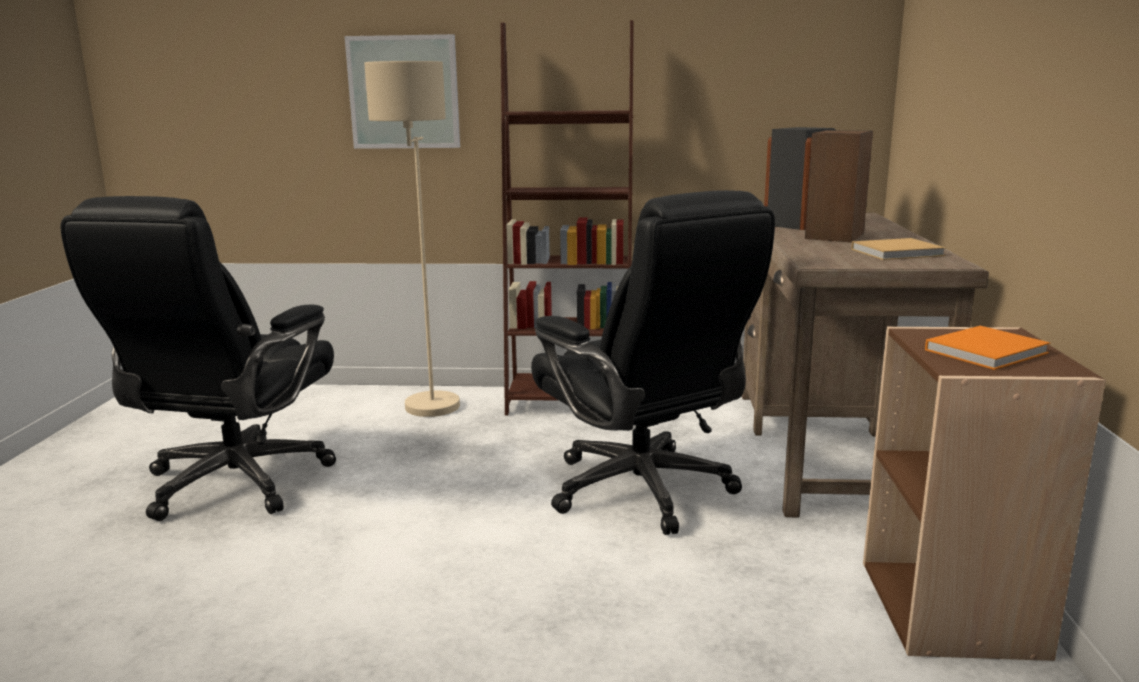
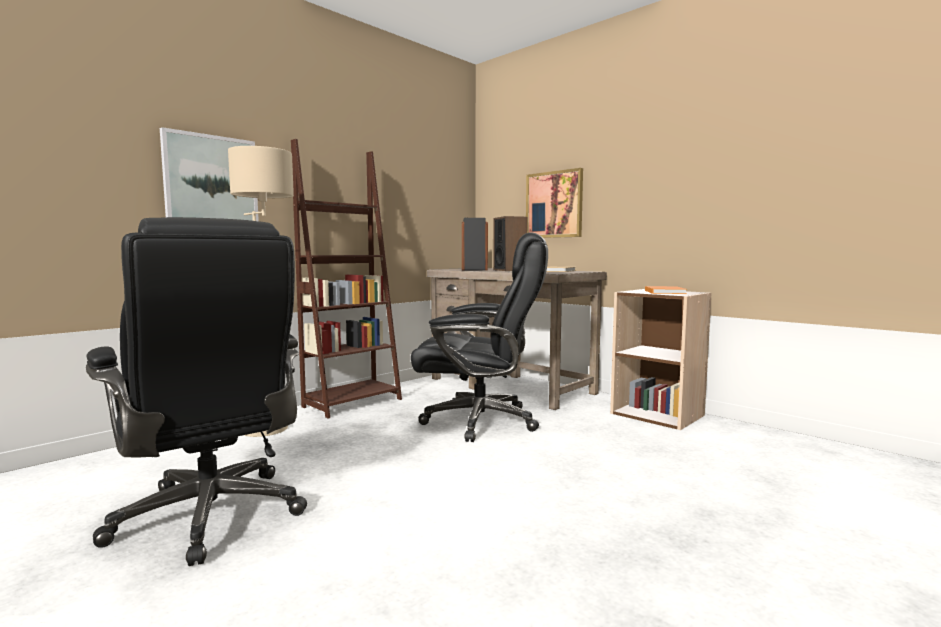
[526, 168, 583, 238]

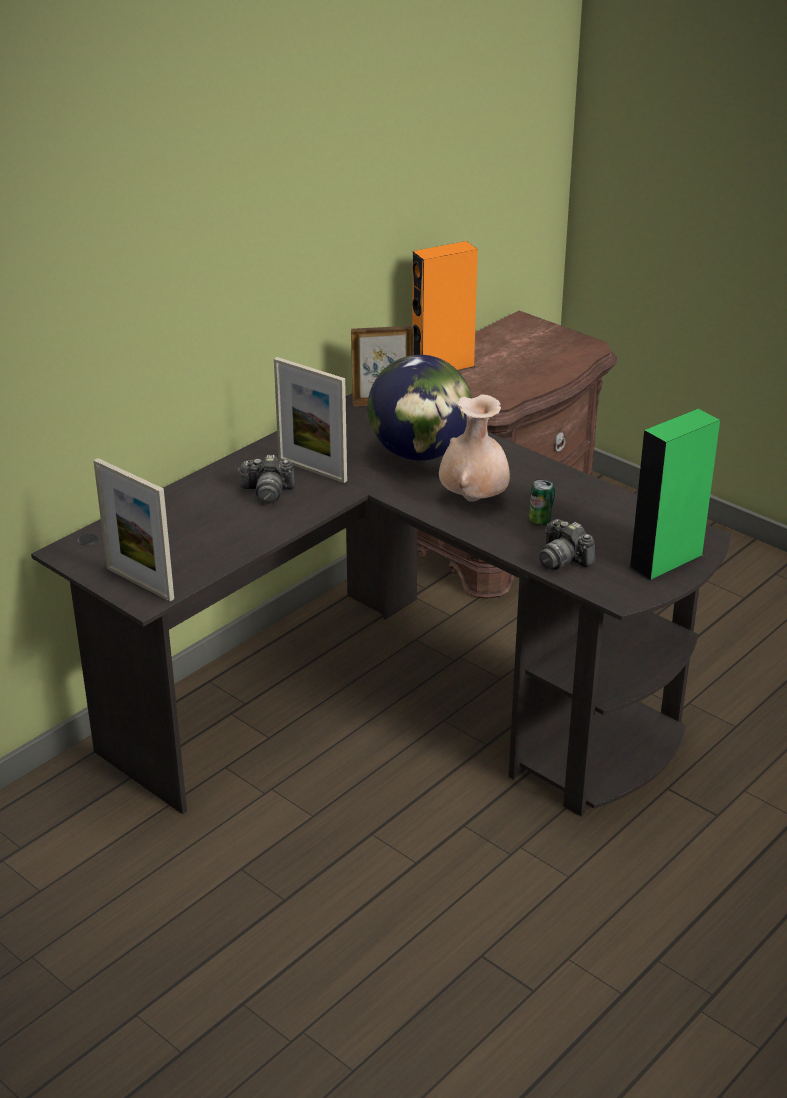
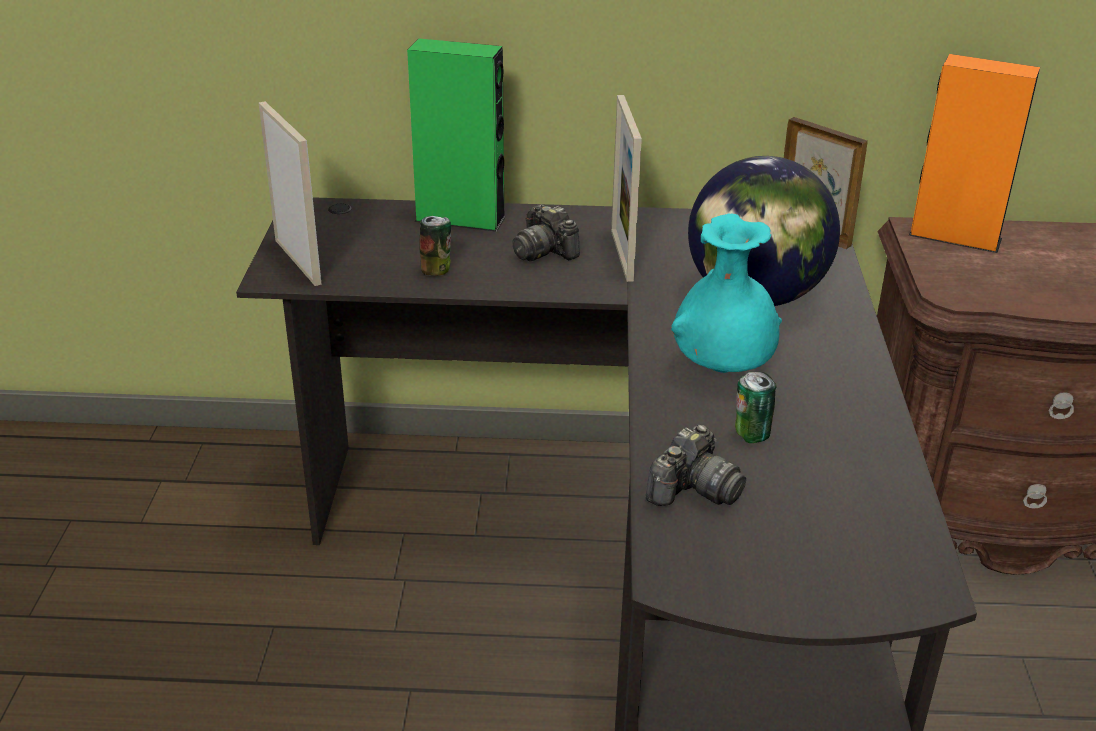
[420, 216, 451, 276]
[407, 39, 506, 232]
[671, 214, 782, 373]
[259, 101, 322, 286]
[646, 424, 746, 506]

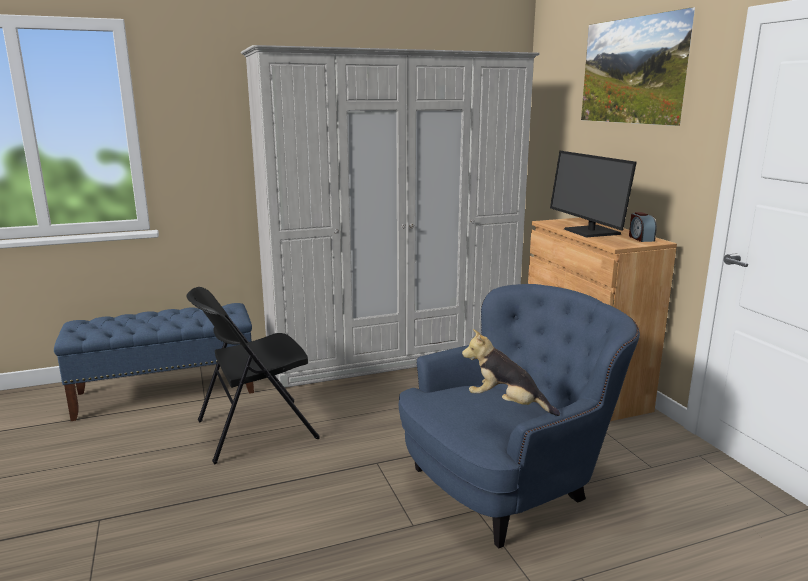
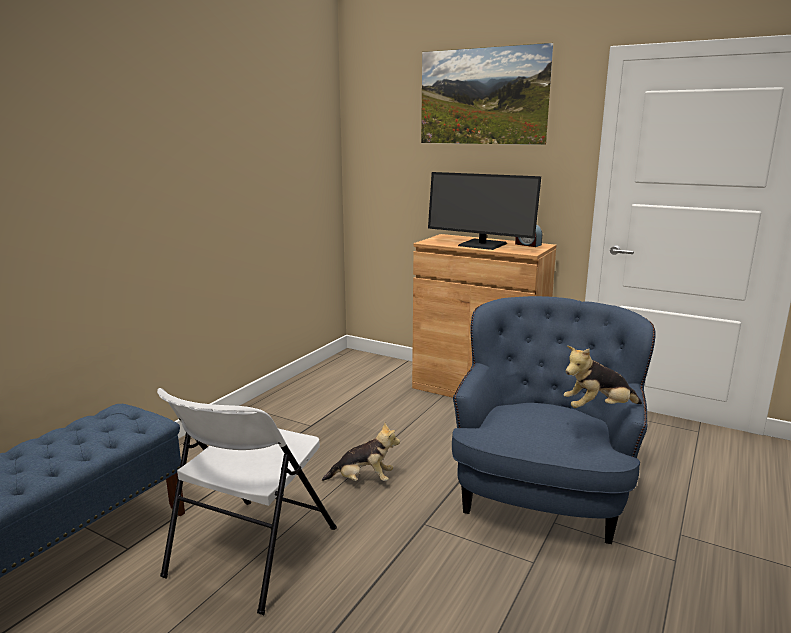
[241, 45, 540, 388] (first image)
[322, 422, 400, 481]
[157, 388, 337, 615]

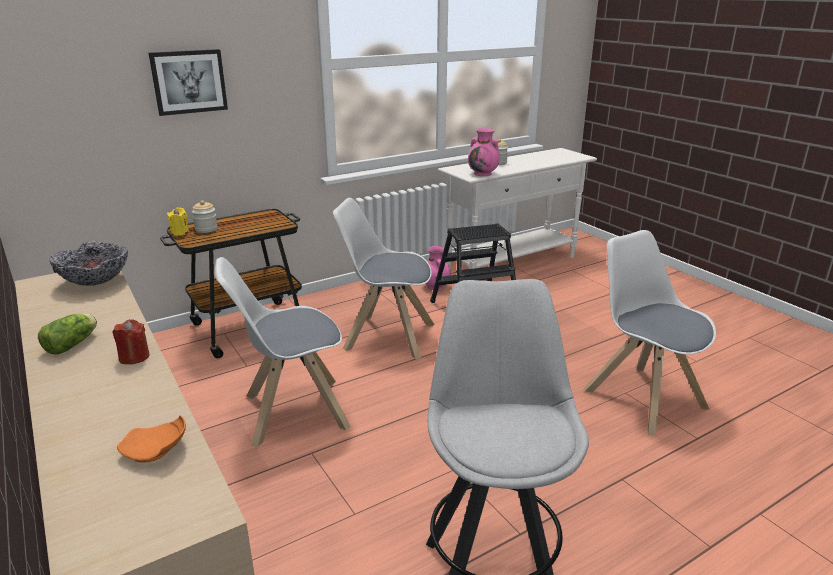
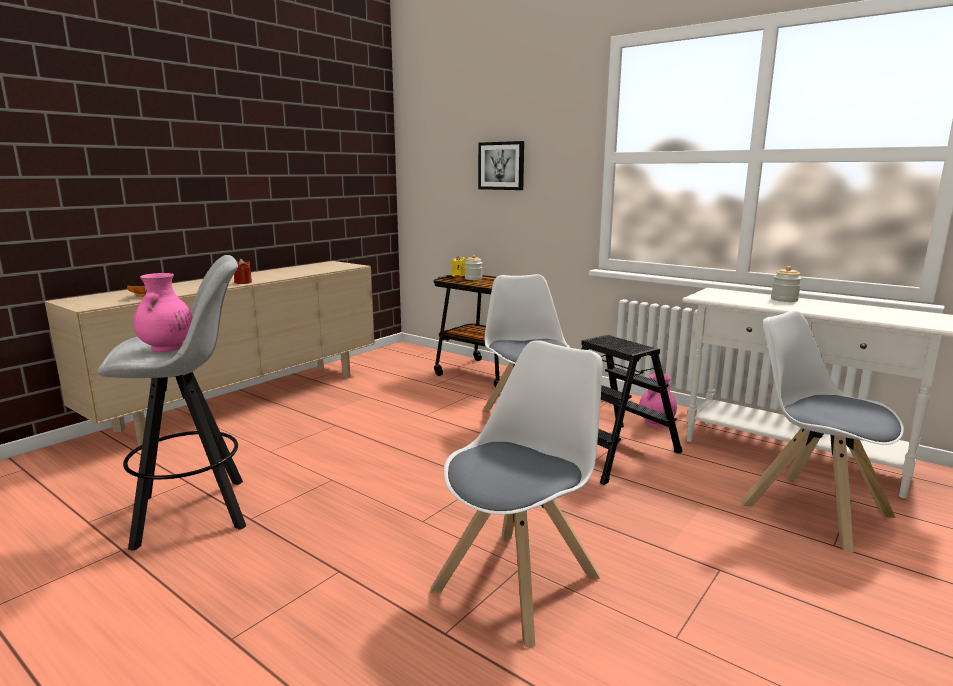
[38, 314, 97, 354] (first image)
[49, 241, 128, 286] (first image)
[740, 311, 904, 552]
[133, 273, 193, 352]

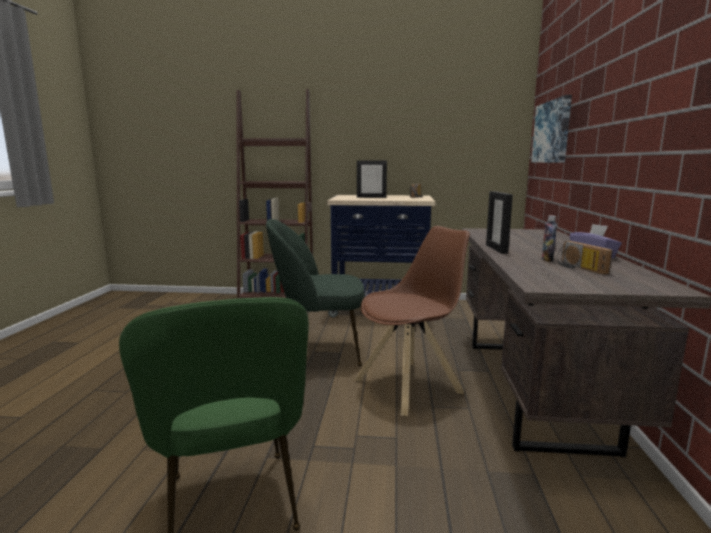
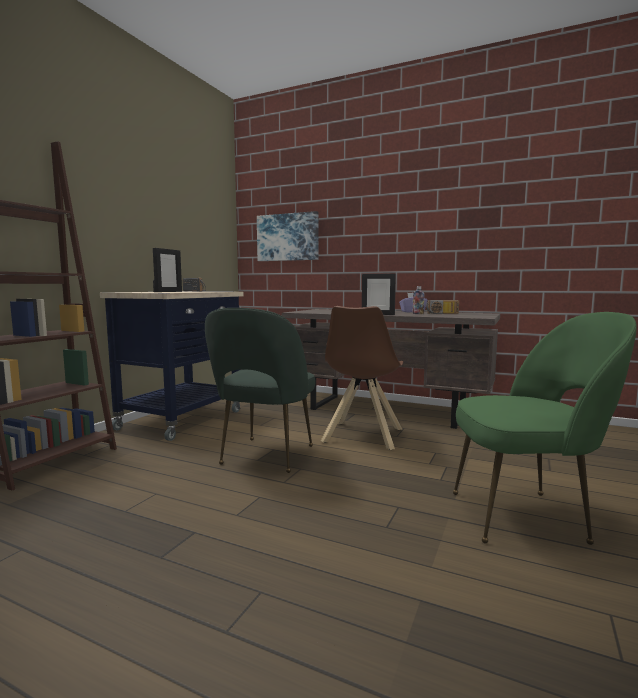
[321, 306, 403, 450]

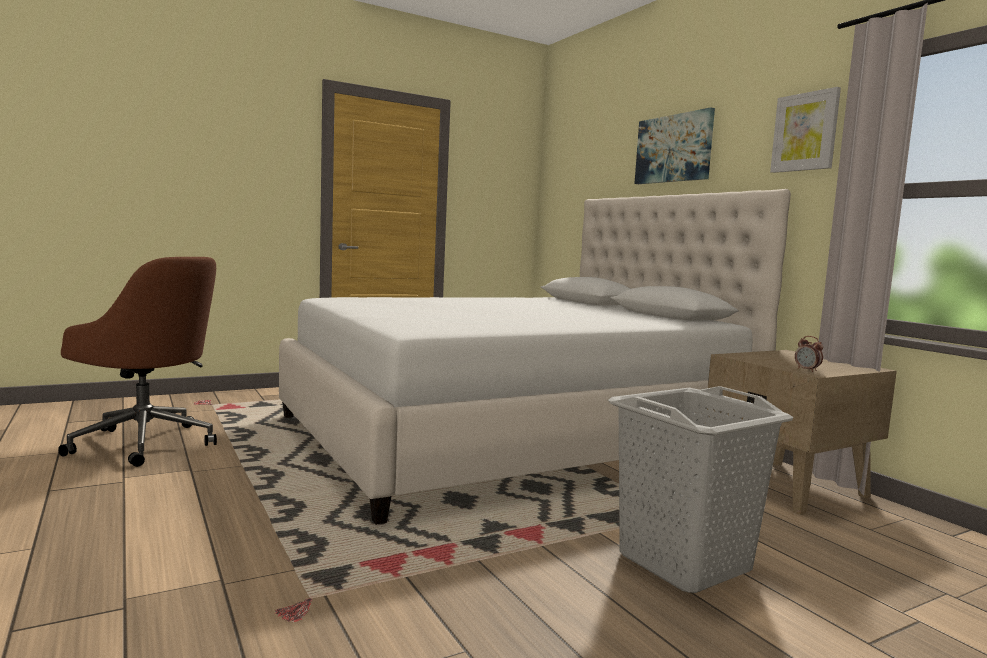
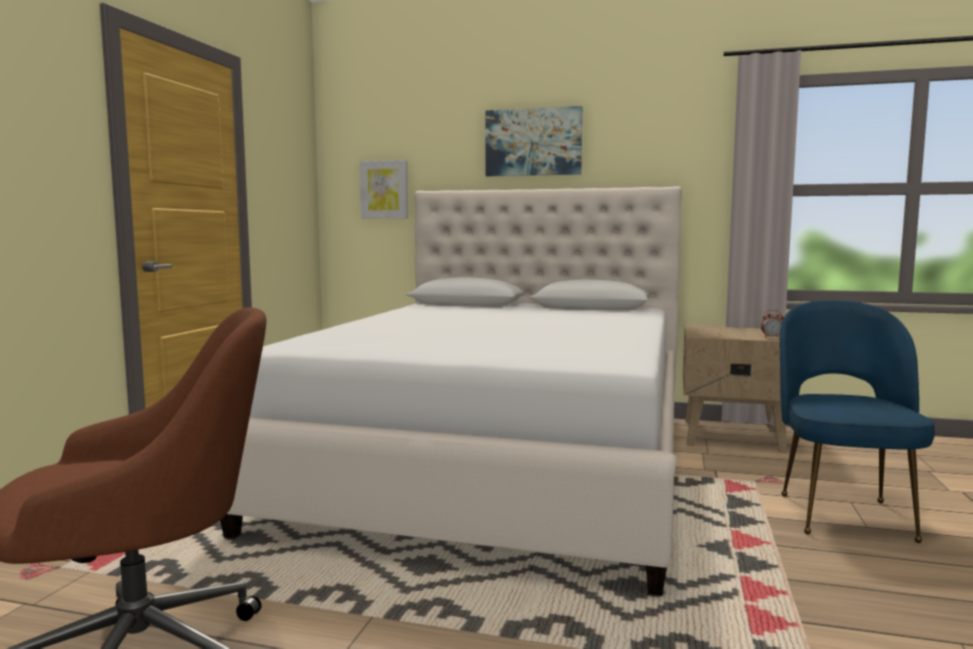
[360, 160, 408, 219]
[779, 300, 935, 543]

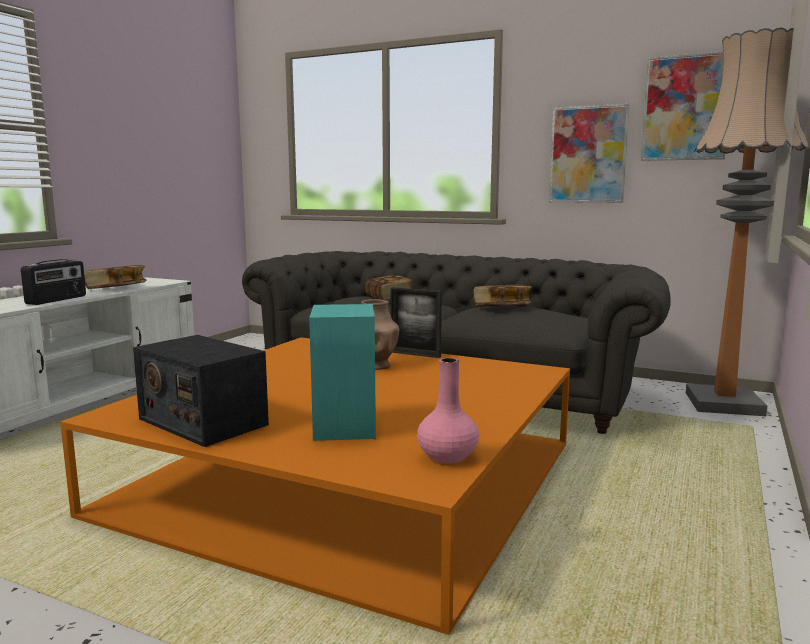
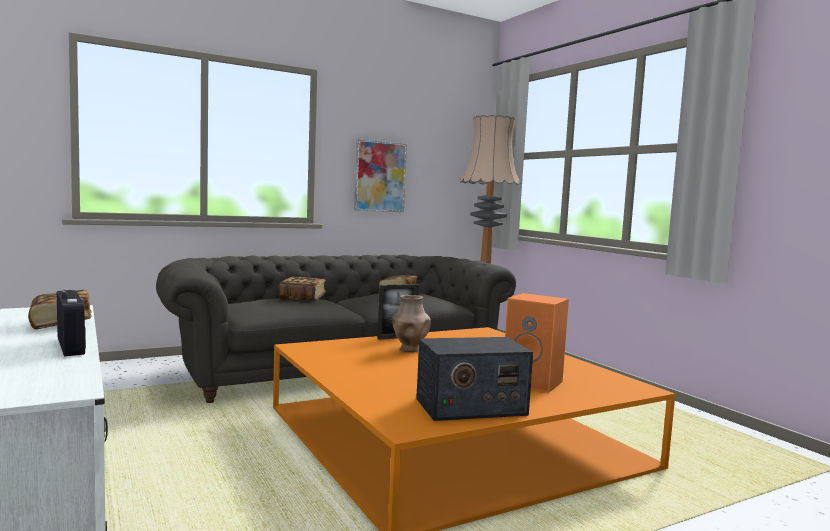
[417, 358, 479, 464] (first image)
[641, 52, 725, 161] (first image)
[505, 293, 569, 393]

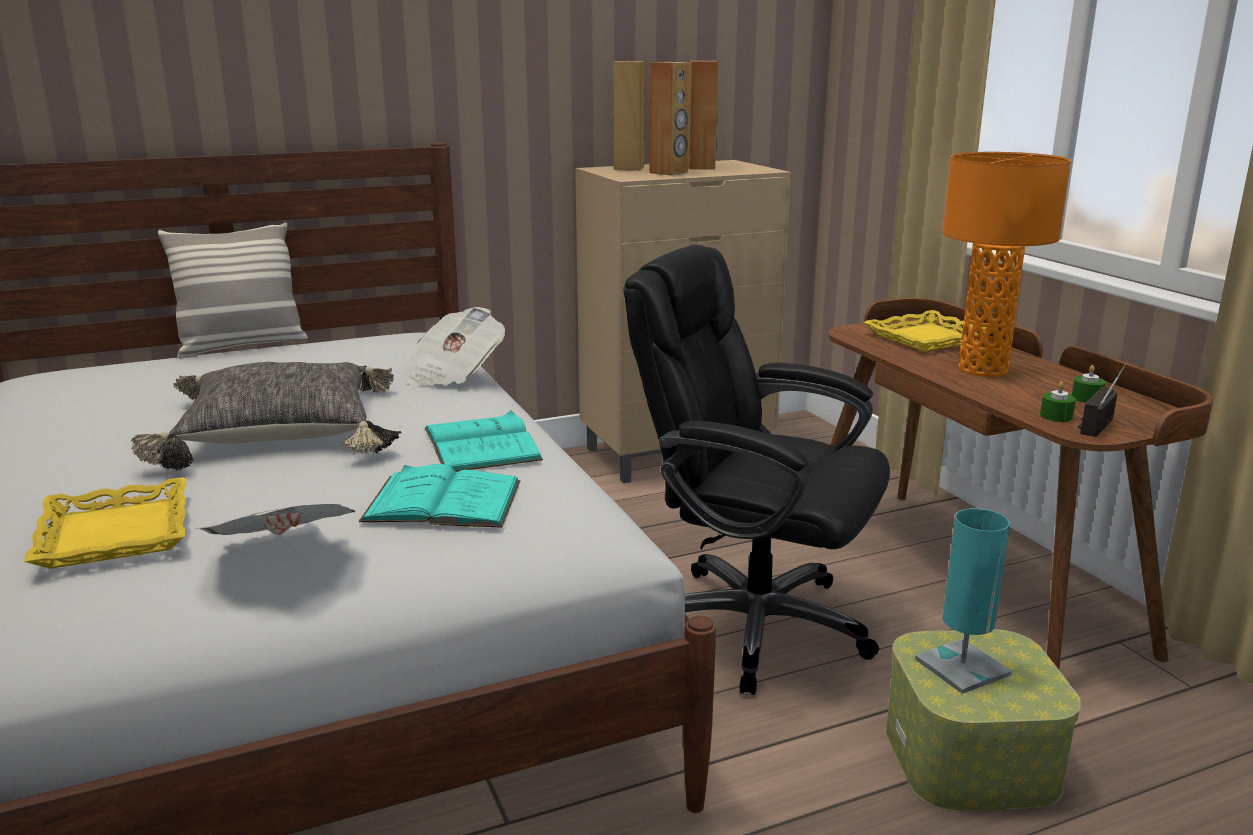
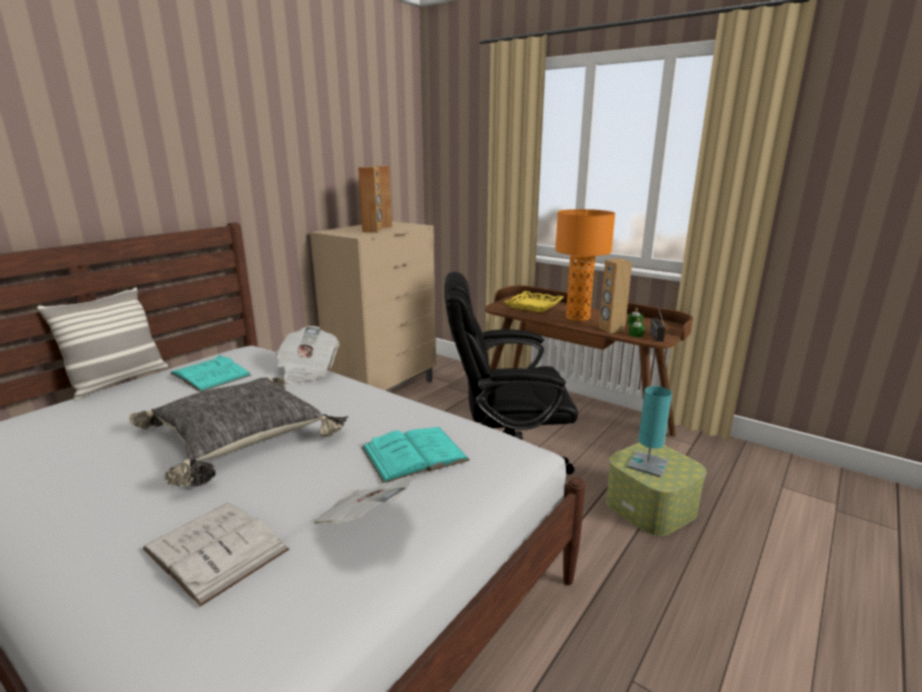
[170, 355, 251, 392]
[599, 258, 632, 333]
[143, 503, 289, 607]

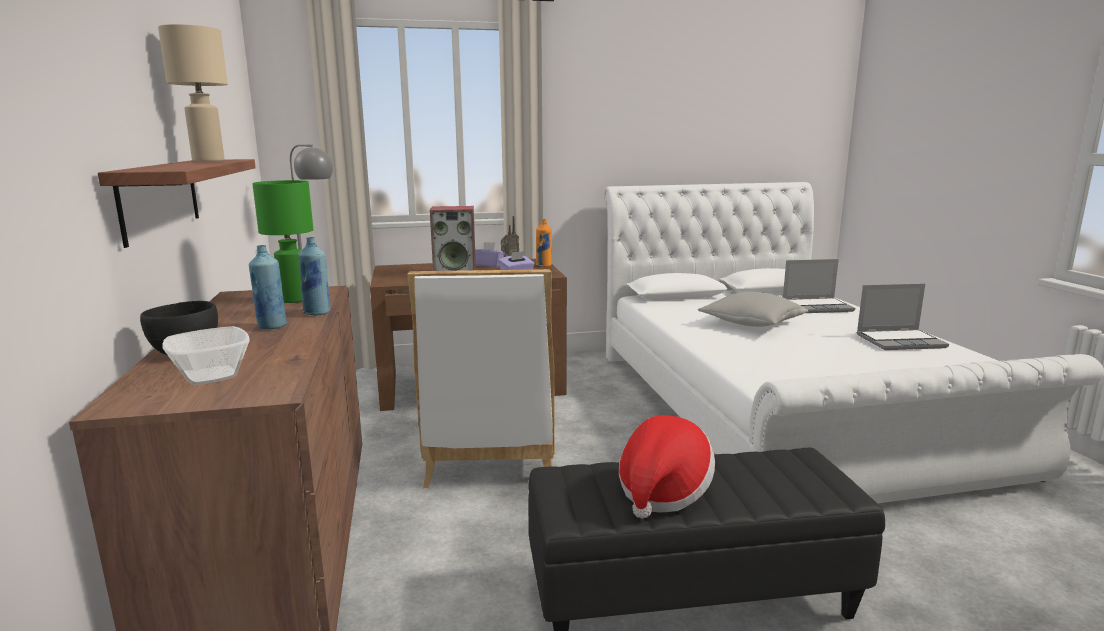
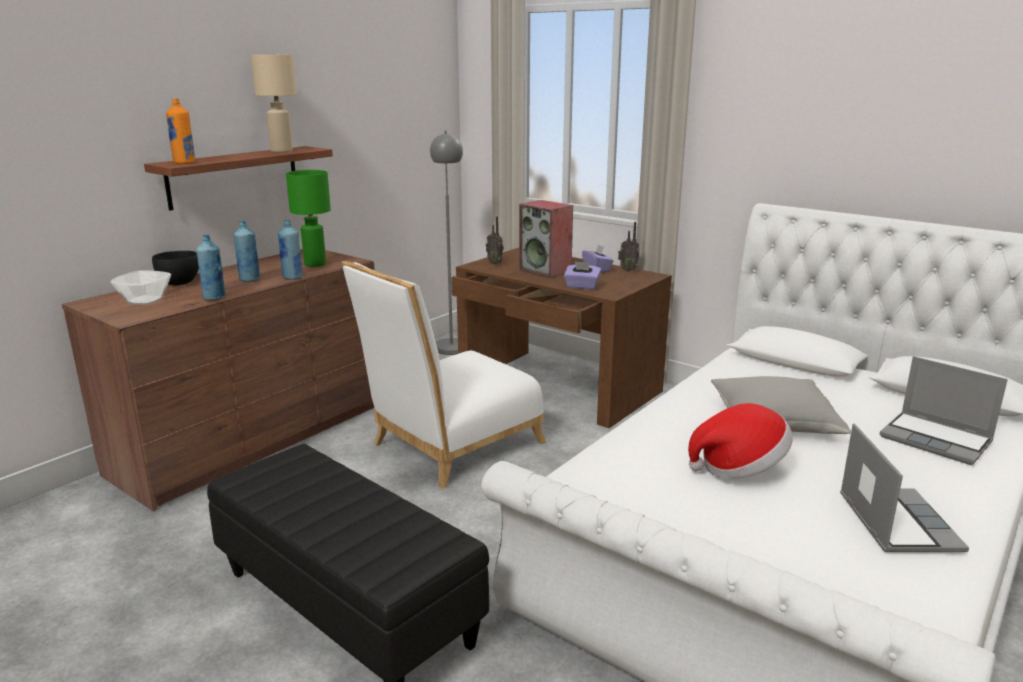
[196, 235, 226, 301]
[486, 216, 504, 265]
[166, 98, 195, 164]
[688, 403, 793, 479]
[840, 423, 969, 552]

